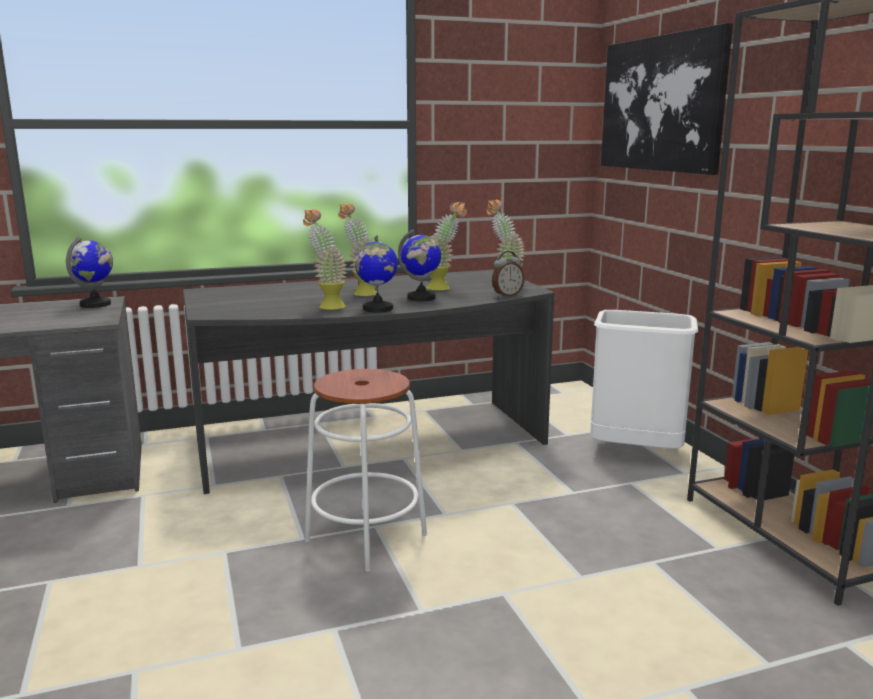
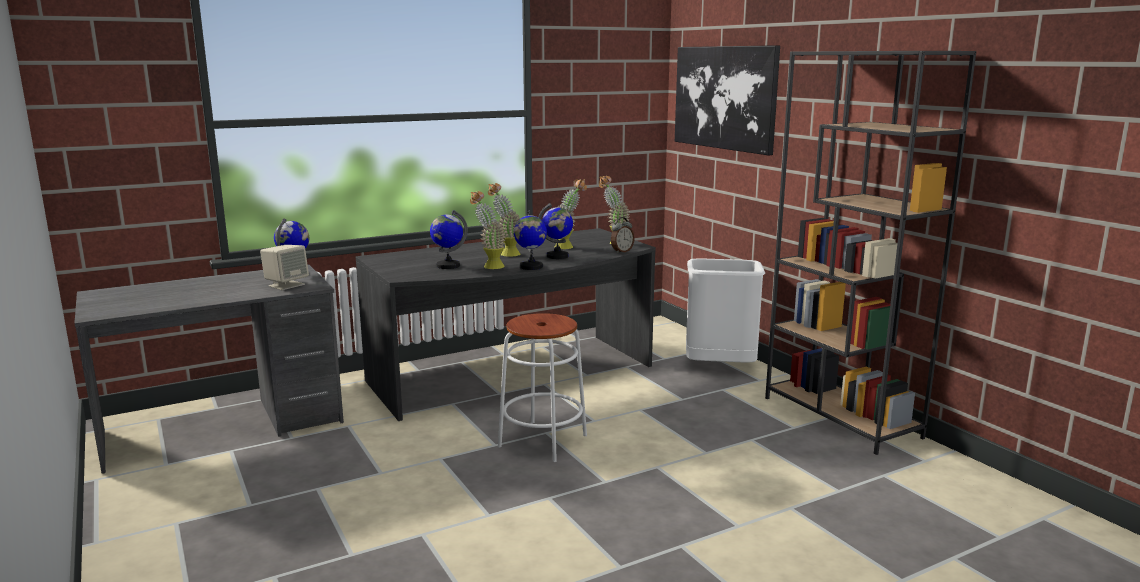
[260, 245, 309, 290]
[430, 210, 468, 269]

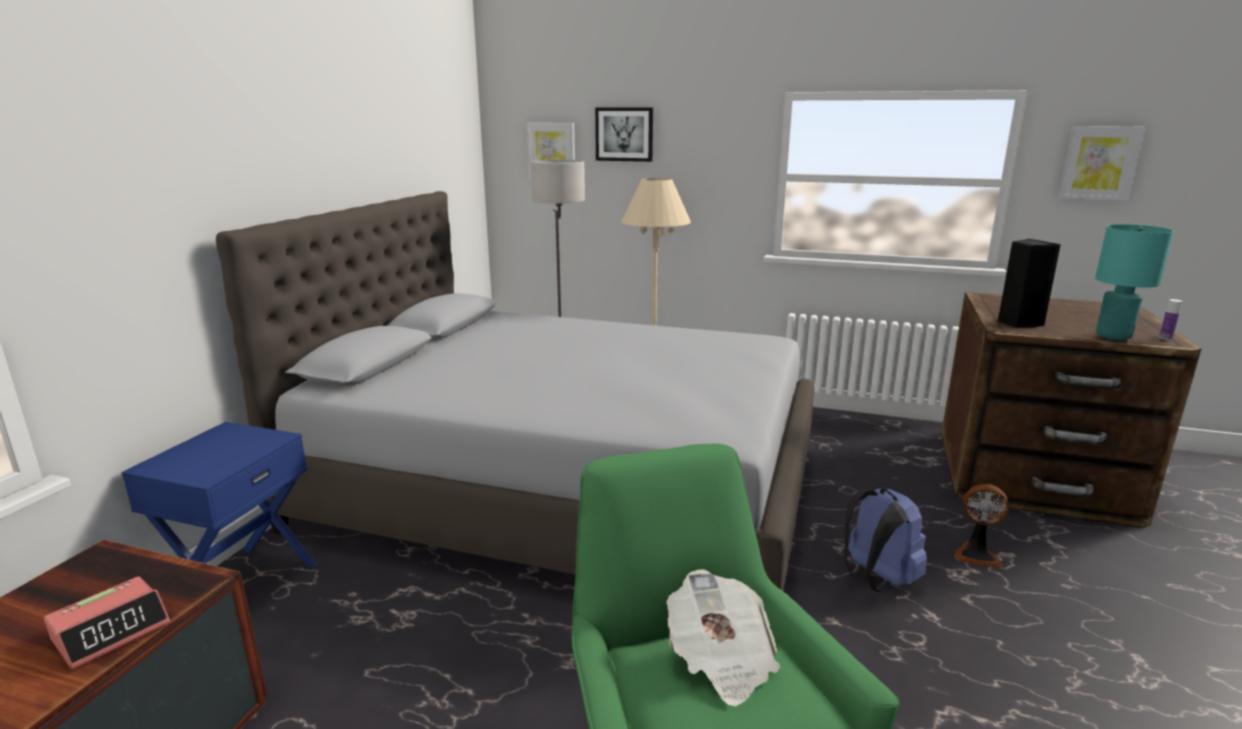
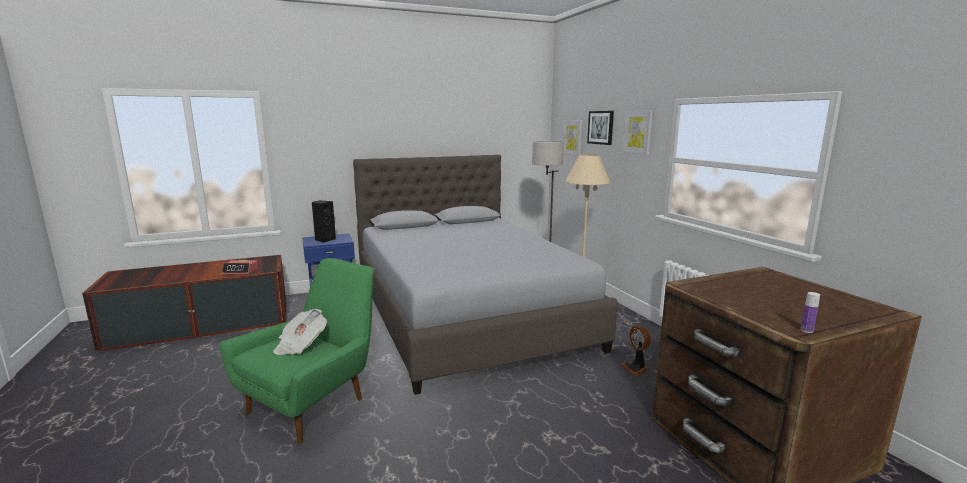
[844, 488, 927, 592] (first image)
[1095, 224, 1174, 341] (first image)
[621, 325, 651, 376]
[312, 201, 336, 243]
[623, 111, 653, 155]

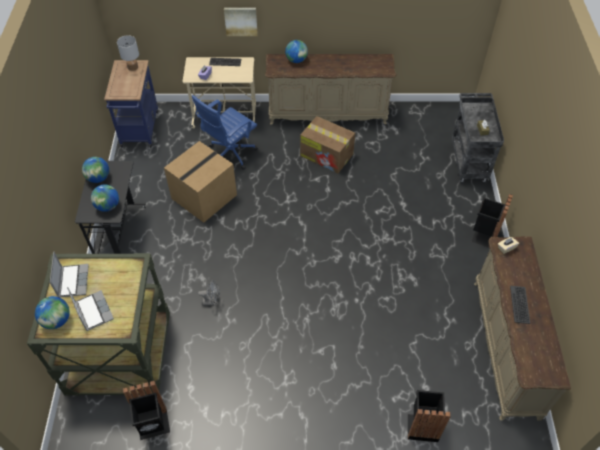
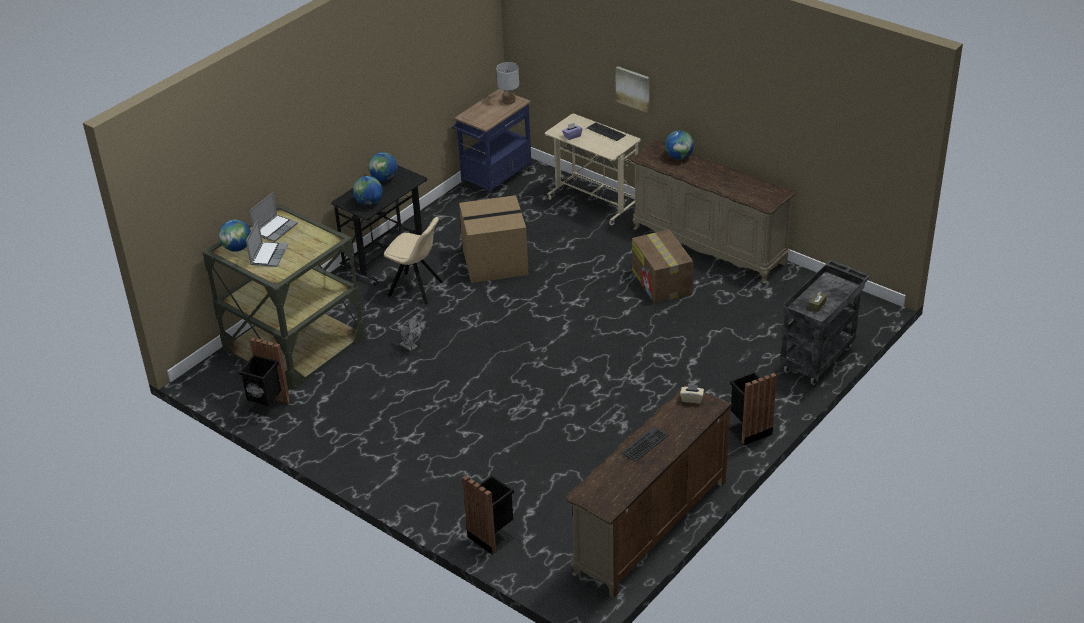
[192, 95, 258, 170] (first image)
[384, 217, 443, 304]

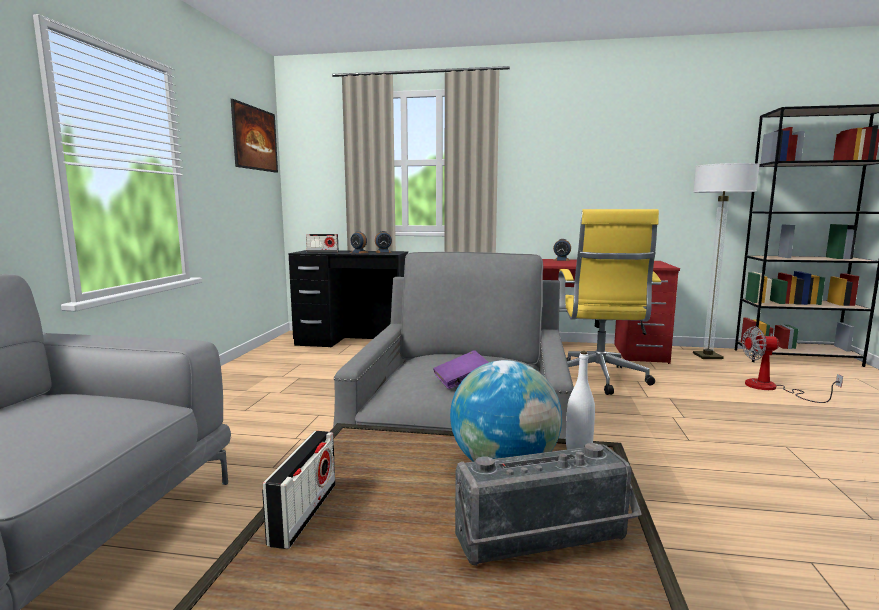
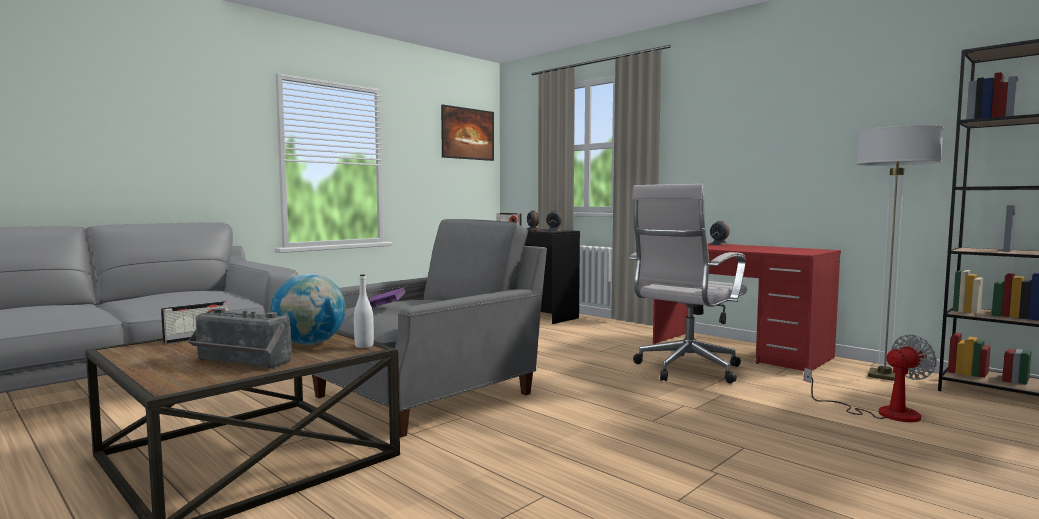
[629, 184, 747, 383]
[804, 334, 937, 422]

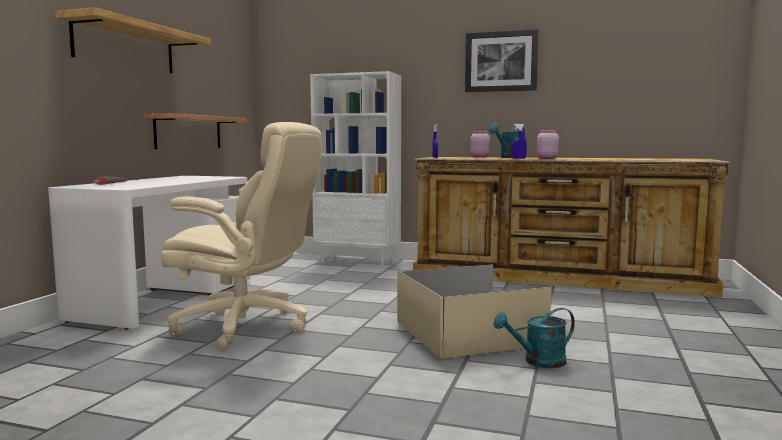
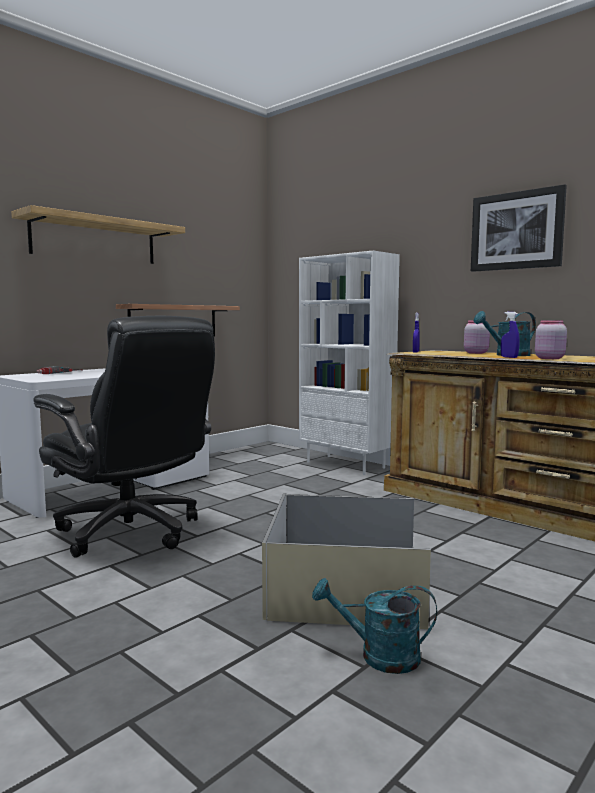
[33, 316, 215, 558]

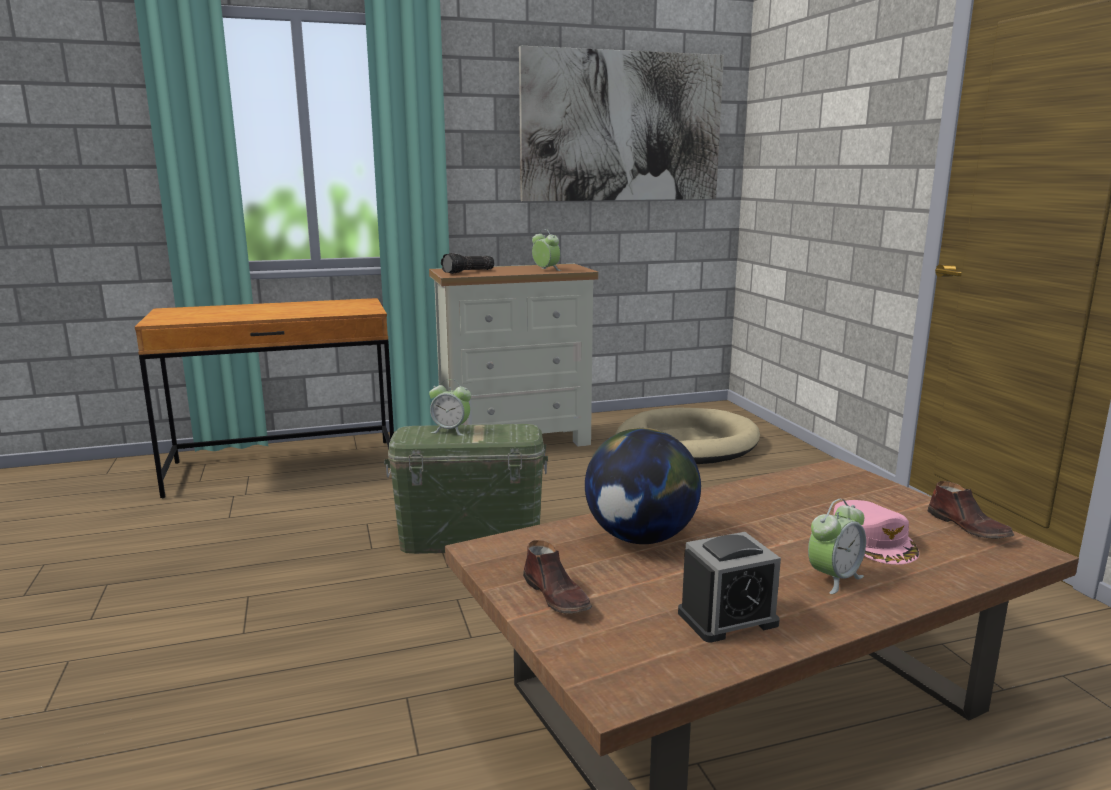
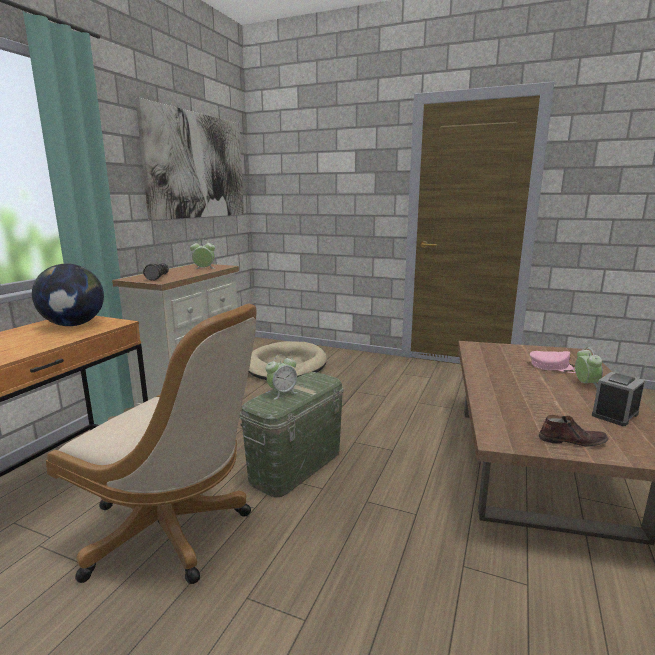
[928, 481, 1014, 539] (first image)
[46, 304, 256, 584]
[32, 264, 104, 326]
[592, 372, 645, 426]

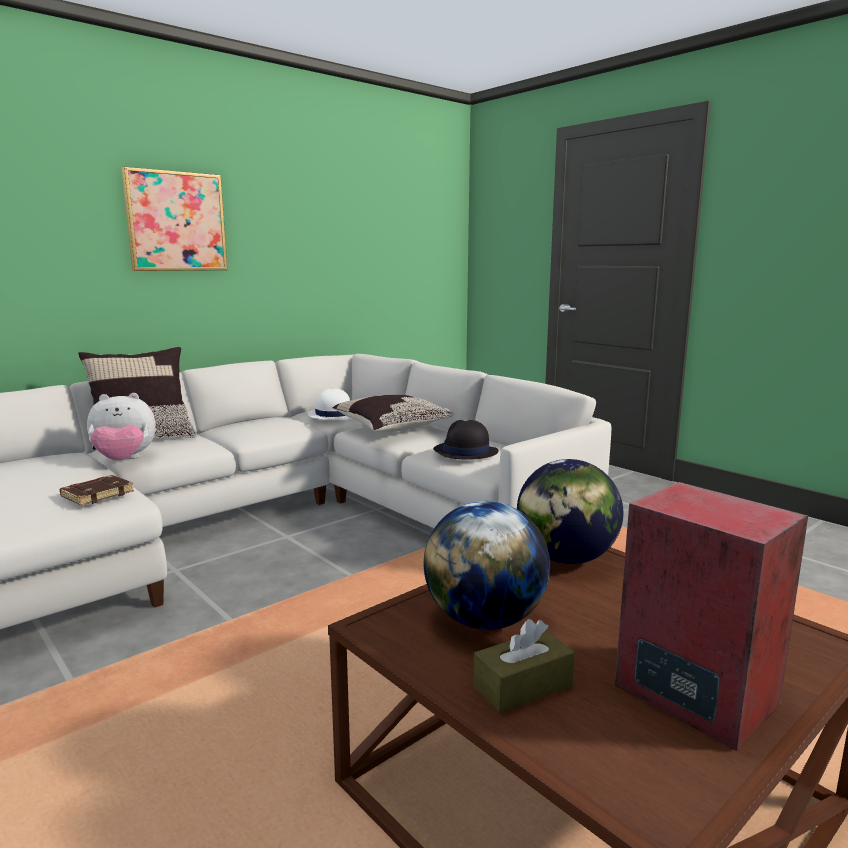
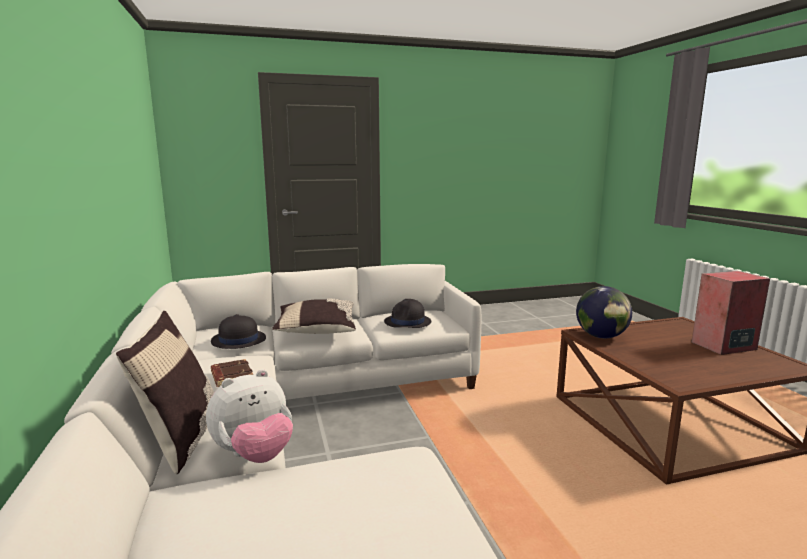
[121, 167, 227, 271] (first image)
[424, 501, 550, 630] (first image)
[474, 619, 575, 713] (first image)
[211, 359, 253, 387]
[211, 314, 266, 349]
[206, 369, 293, 463]

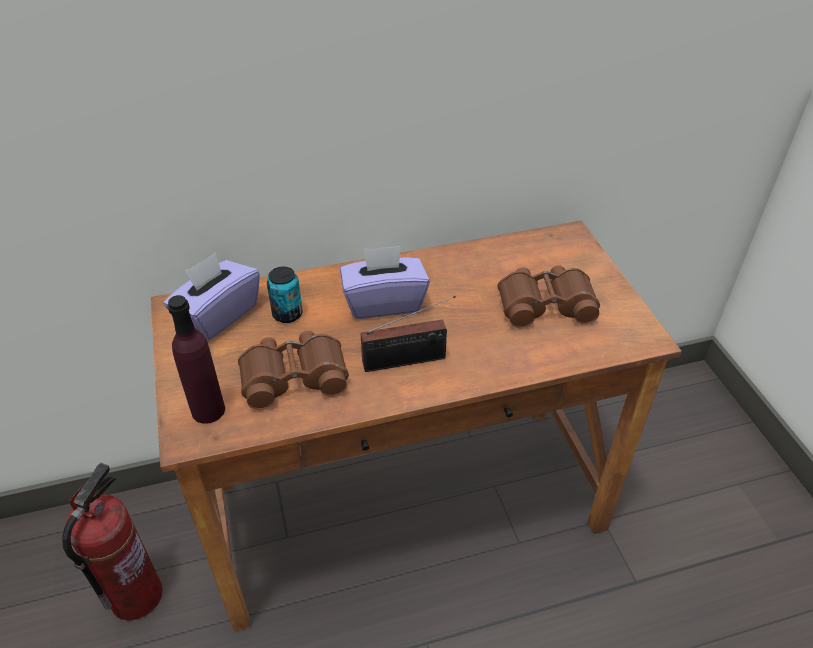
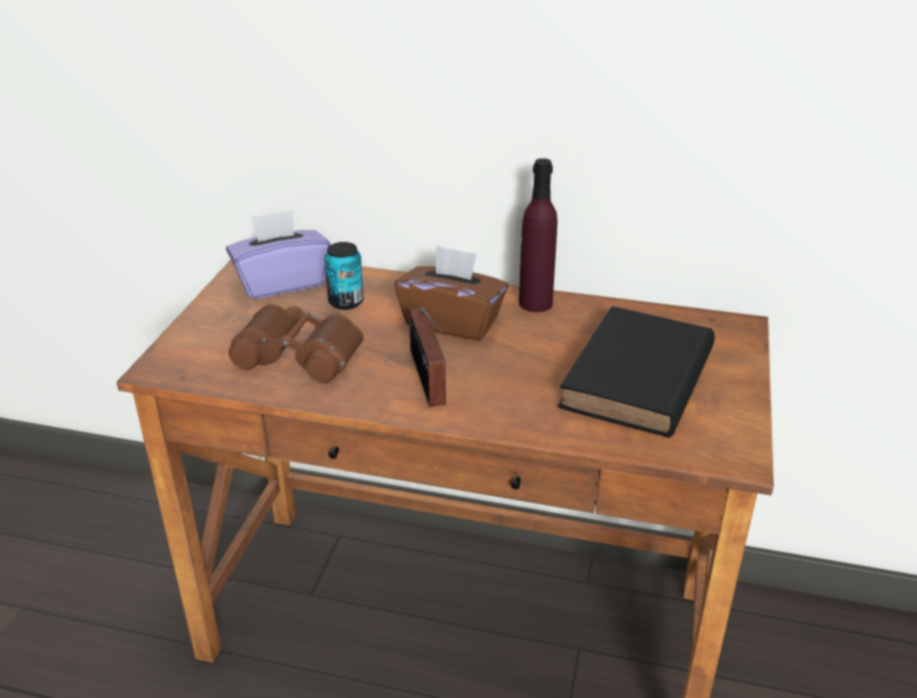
[62, 463, 163, 621] (first image)
[519, 158, 557, 312]
[558, 306, 715, 438]
[394, 245, 508, 341]
[409, 307, 446, 407]

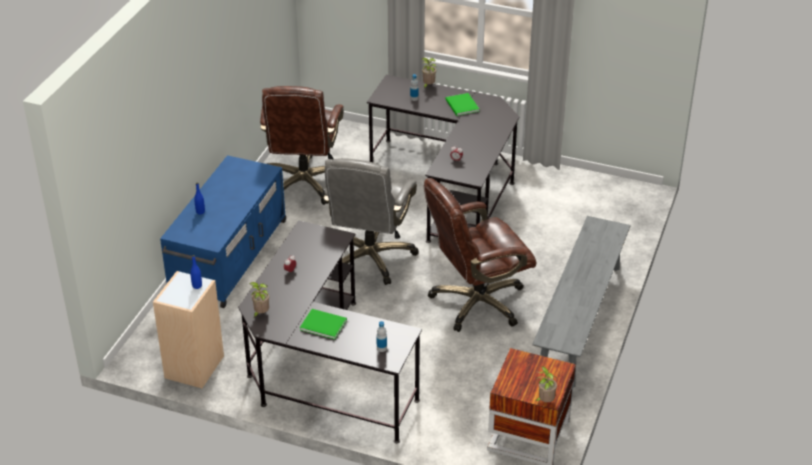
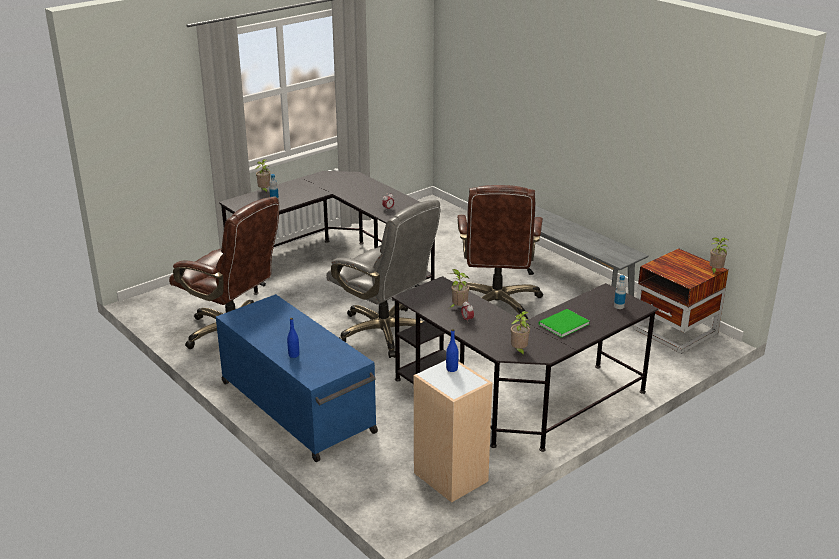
[445, 93, 479, 116] (first image)
[450, 269, 469, 308]

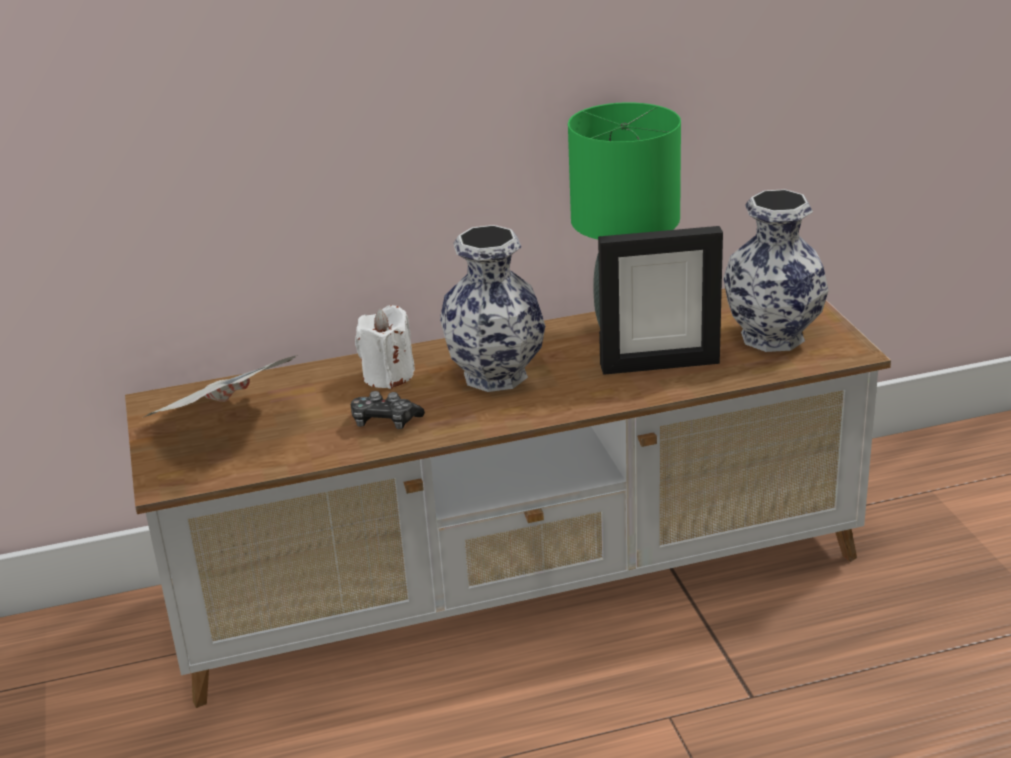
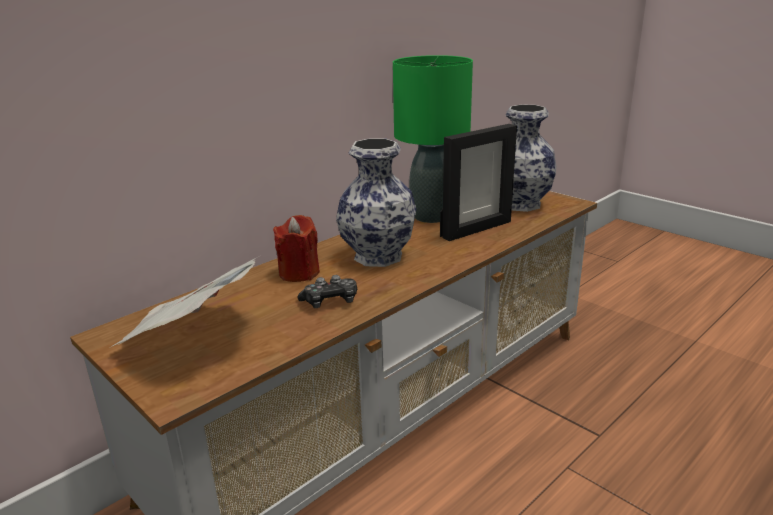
[273, 215, 320, 282]

